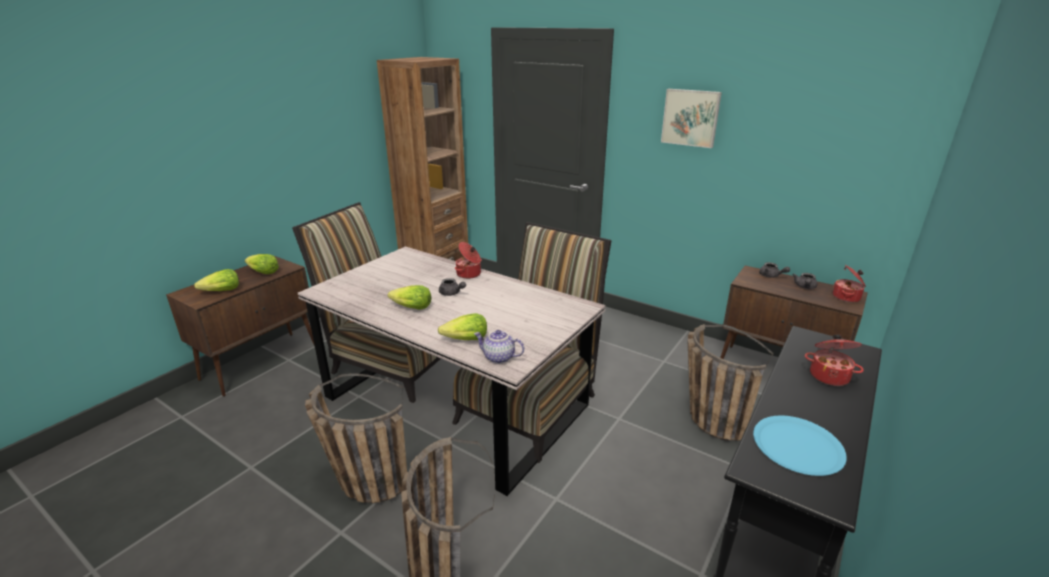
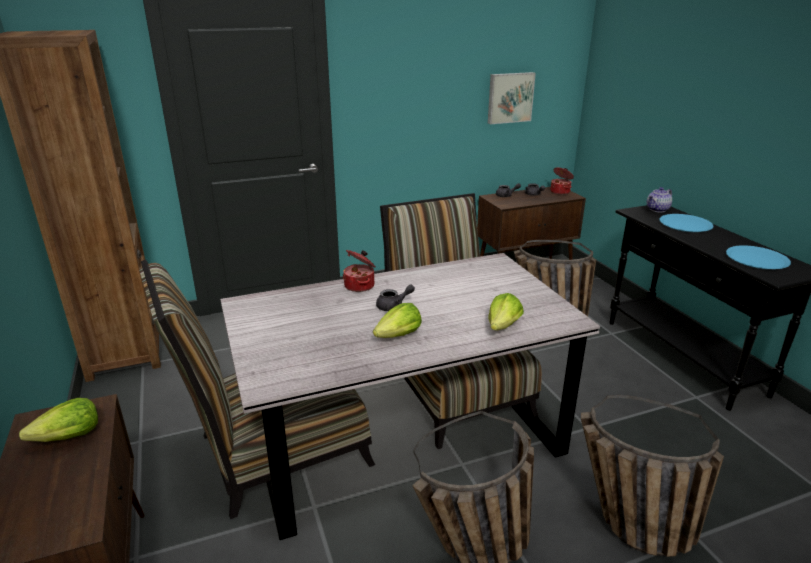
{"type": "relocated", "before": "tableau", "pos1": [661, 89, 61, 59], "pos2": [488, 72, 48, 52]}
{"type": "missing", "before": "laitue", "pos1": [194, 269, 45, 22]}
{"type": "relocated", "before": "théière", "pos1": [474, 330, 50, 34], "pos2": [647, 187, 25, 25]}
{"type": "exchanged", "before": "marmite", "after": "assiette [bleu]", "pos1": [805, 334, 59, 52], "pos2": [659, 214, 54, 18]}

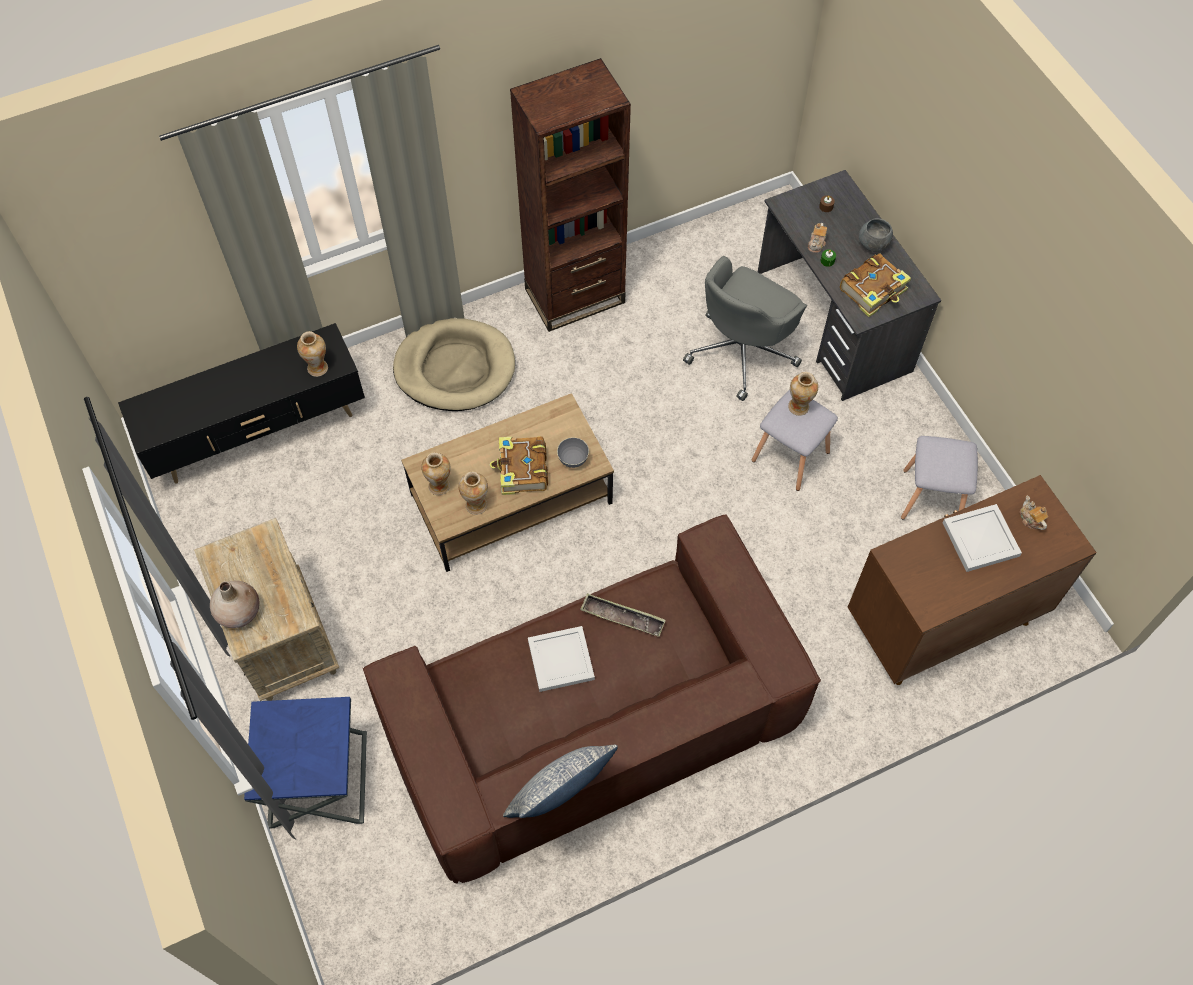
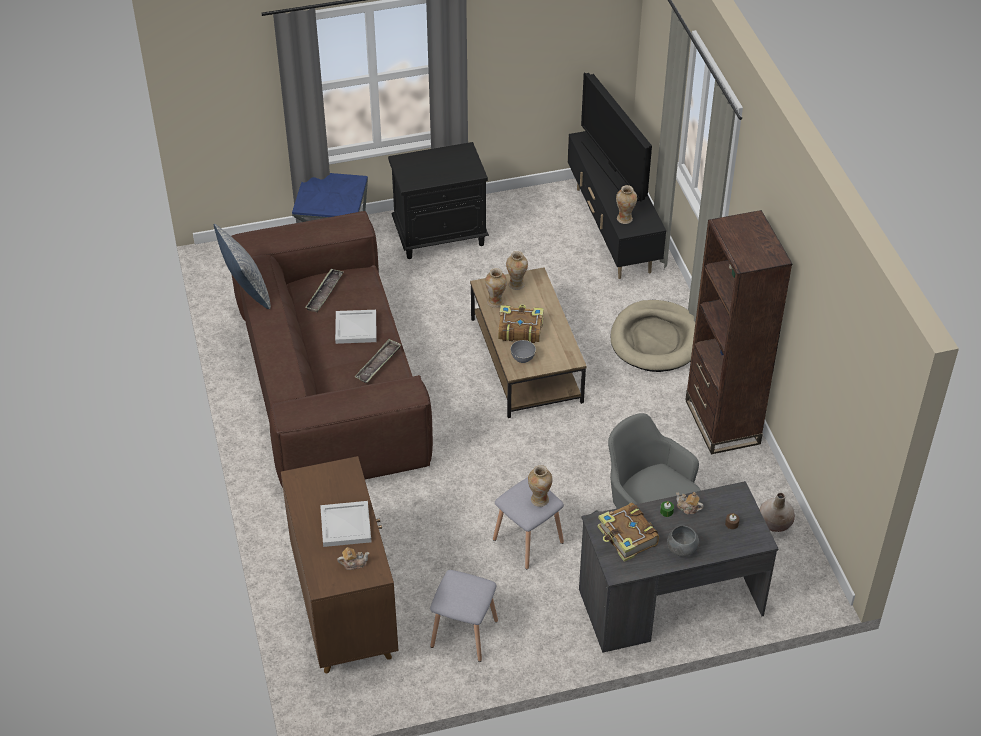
{"type": "colour", "before": "table de chevet [beige]", "after": "table de chevet [noir]", "pos1": [194, 518, 145, 183], "pos2": [388, 142, 101, 117]}
{"type": "relocated", "before": "vase [beige]", "pos1": [210, 581, 50, 47], "pos2": [759, 493, 36, 39]}
{"type": "appeared", "after": "téléviseur", "pos2": [581, 73, 71, 129]}
{"type": "appeared", "after": "plateau", "pos2": [305, 269, 39, 43]}

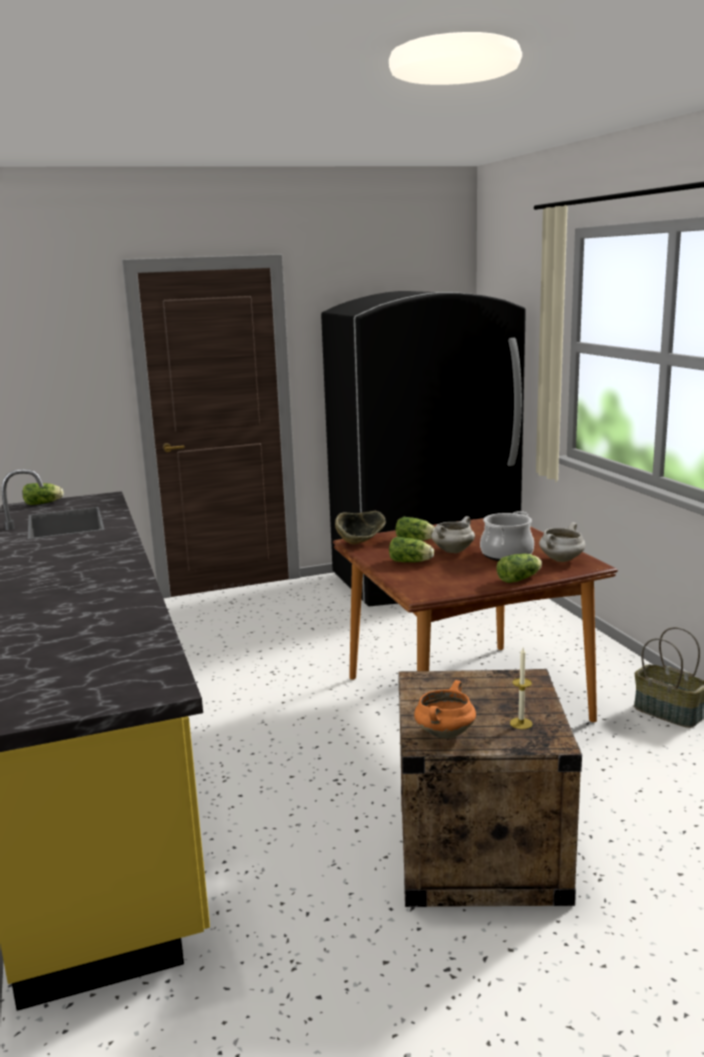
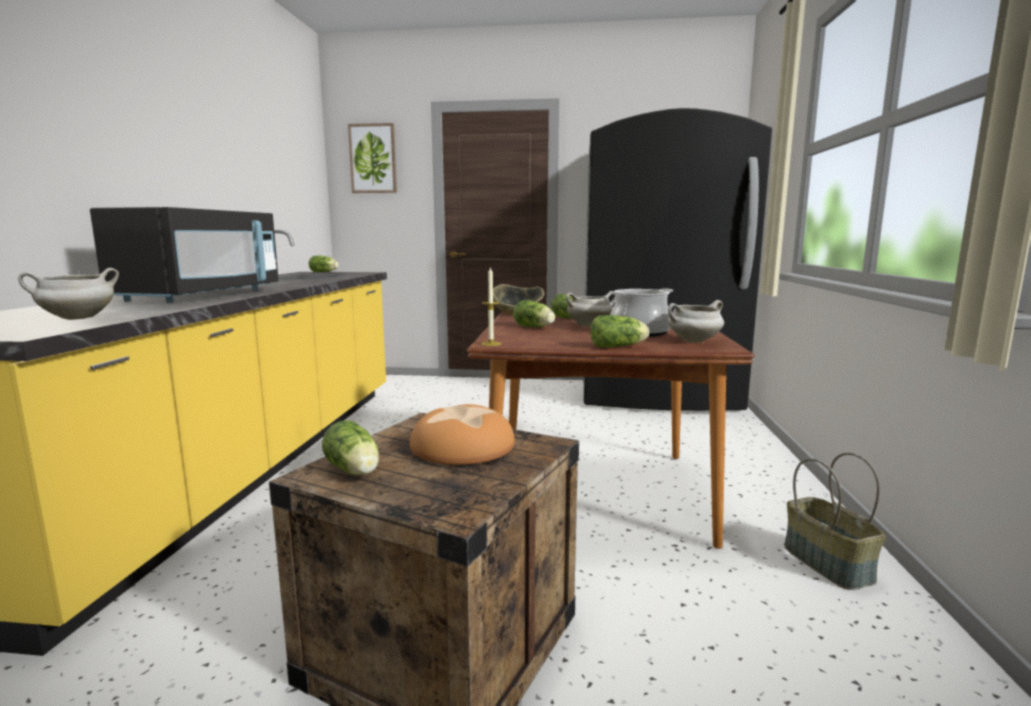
{"type": "relocated", "before": "bougie", "pos1": [510, 648, 23, 81], "pos2": [481, 267, 20, 79]}
{"type": "exchanged", "before": "marmite [orange]", "after": "laitue", "pos1": [414, 680, 62, 59], "pos2": [322, 420, 57, 55]}
{"type": "appeared", "after": "tableau", "pos2": [348, 123, 49, 70]}
{"type": "appeared", "after": "micro-ondes [noir]", "pos2": [90, 207, 189, 96]}
{"type": "appeared", "after": "marmite [blanc]", "pos2": [18, 268, 101, 52]}
{"type": "appeared", "after": "pain", "pos2": [410, 404, 105, 61]}

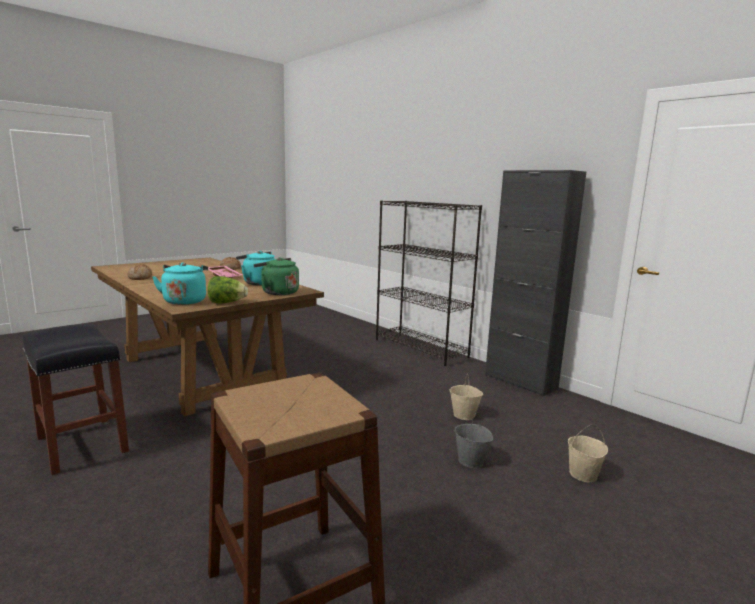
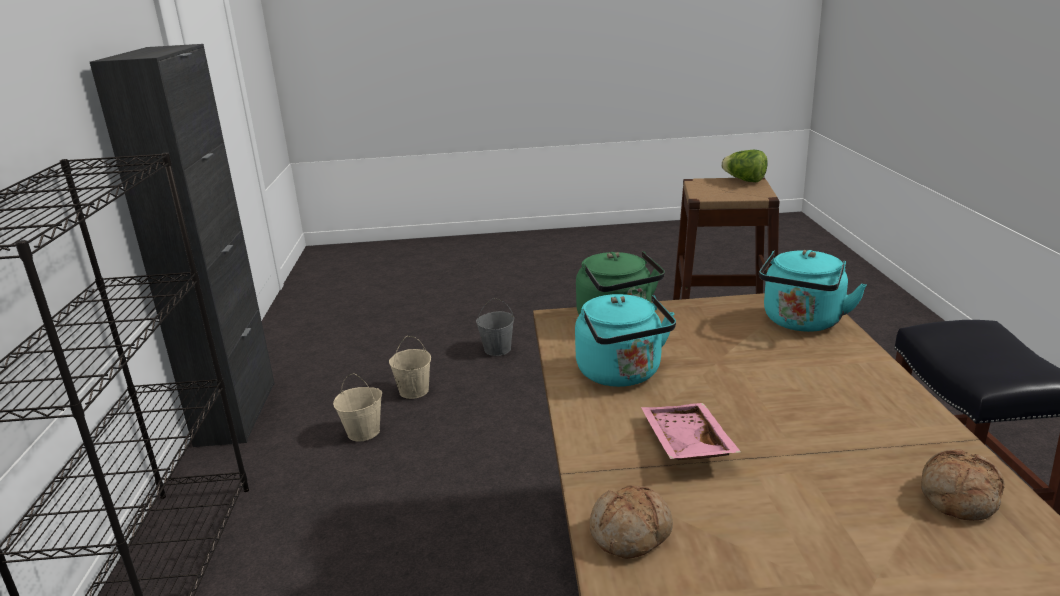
{"type": "relocated", "before": "laitue", "pos1": [208, 276, 40, 28], "pos2": [721, 150, 47, 32]}
{"type": "relocated", "before": "seau [beige]", "pos1": [568, 424, 40, 58], "pos2": [333, 373, 49, 69]}

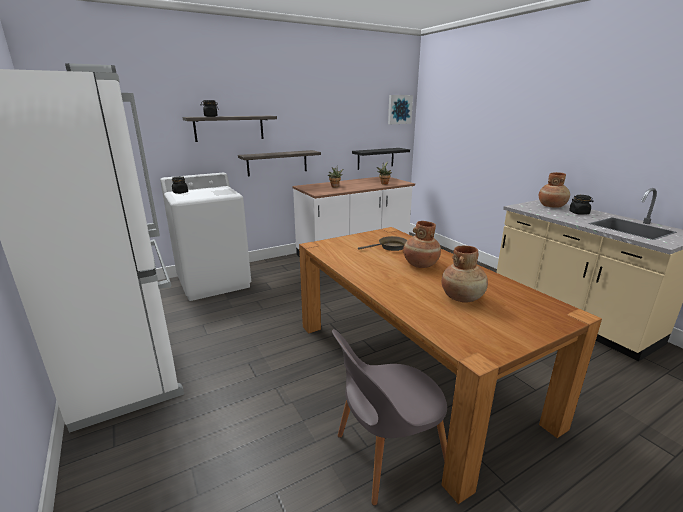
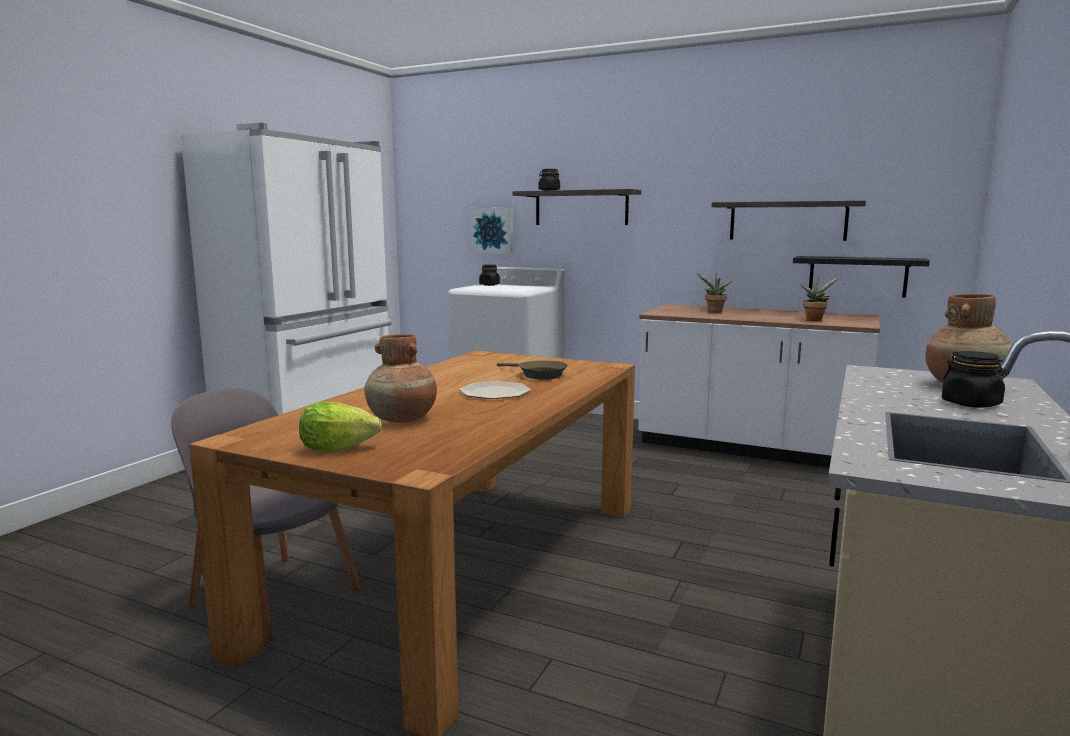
{"type": "relocated", "before": "tableau", "pos1": [388, 95, 25, 29], "pos2": [471, 207, 42, 47]}
{"type": "relocated", "before": "étagère", "pos1": [238, 150, 83, 27], "pos2": [711, 200, 155, 41]}
{"type": "exchanged", "before": "vase [marron]", "after": "assiette", "pos1": [403, 221, 38, 47], "pos2": [459, 381, 72, 18]}
{"type": "appeared", "after": "laitue", "pos2": [299, 401, 83, 50]}

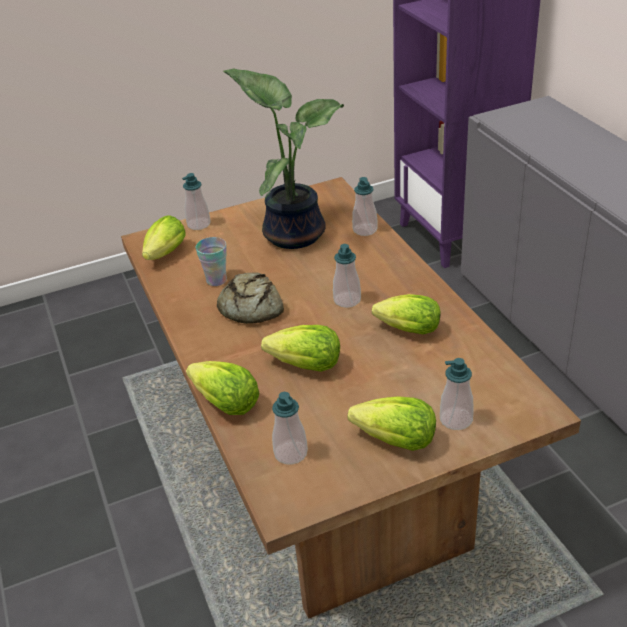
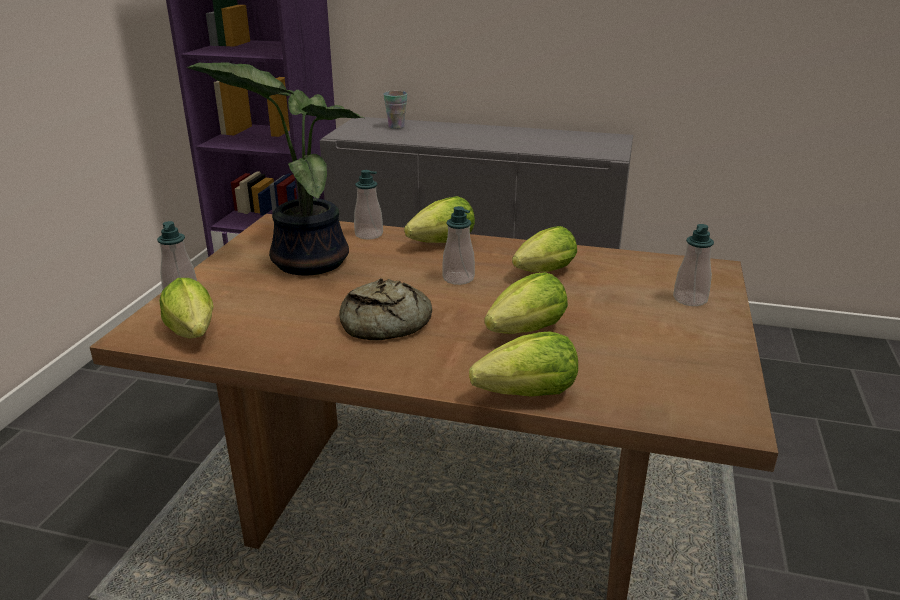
{"type": "relocated", "before": "tasse", "pos1": [196, 237, 31, 49], "pos2": [383, 91, 24, 38]}
{"type": "missing", "before": "distributeur de savon", "pos1": [272, 392, 36, 73]}
{"type": "relocated", "before": "laitue", "pos1": [348, 396, 88, 55], "pos2": [404, 196, 71, 47]}

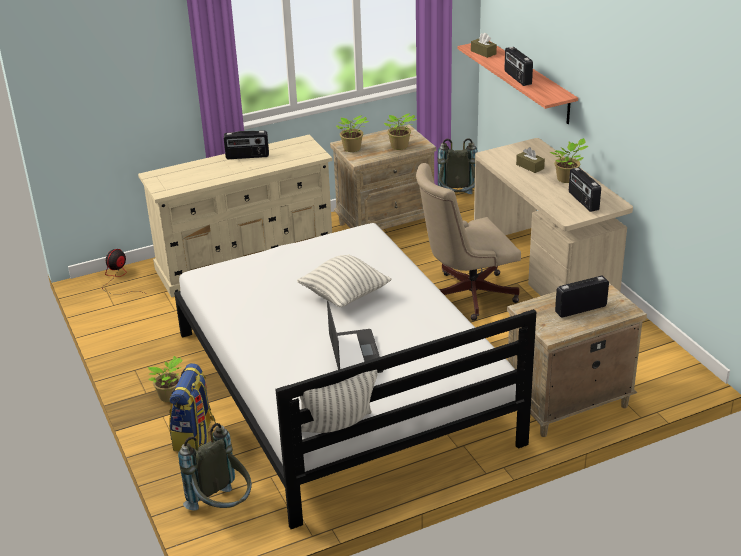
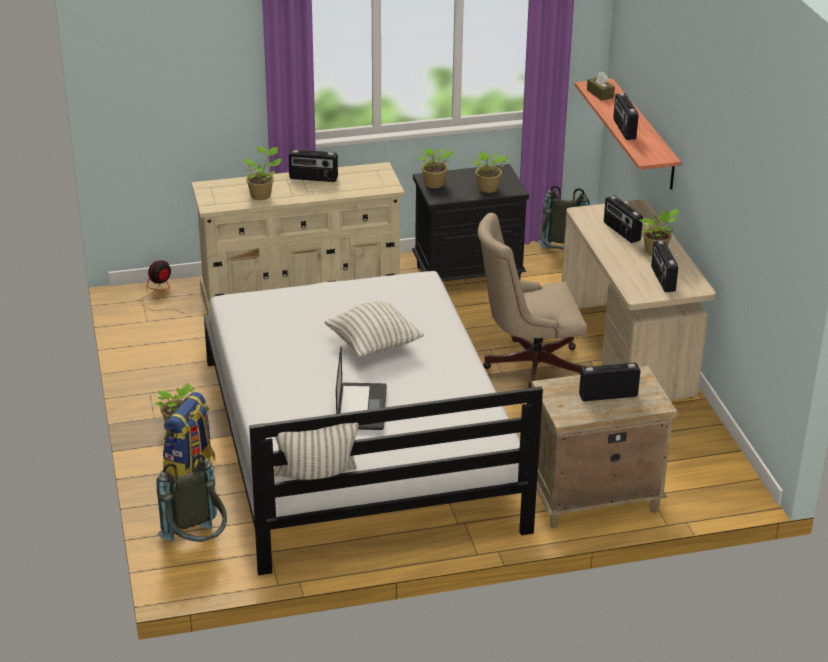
{"type": "colour", "before": "table de chevet [beige]", "after": "table de chevet [noir]", "pos1": [330, 124, 106, 106], "pos2": [412, 164, 117, 118]}
{"type": "exchanged", "before": "boîte à mouchoirs [marron]", "after": "radio", "pos1": [516, 147, 29, 26], "pos2": [604, 196, 39, 47]}
{"type": "appeared", "after": "plante en pot", "pos2": [242, 146, 40, 54]}

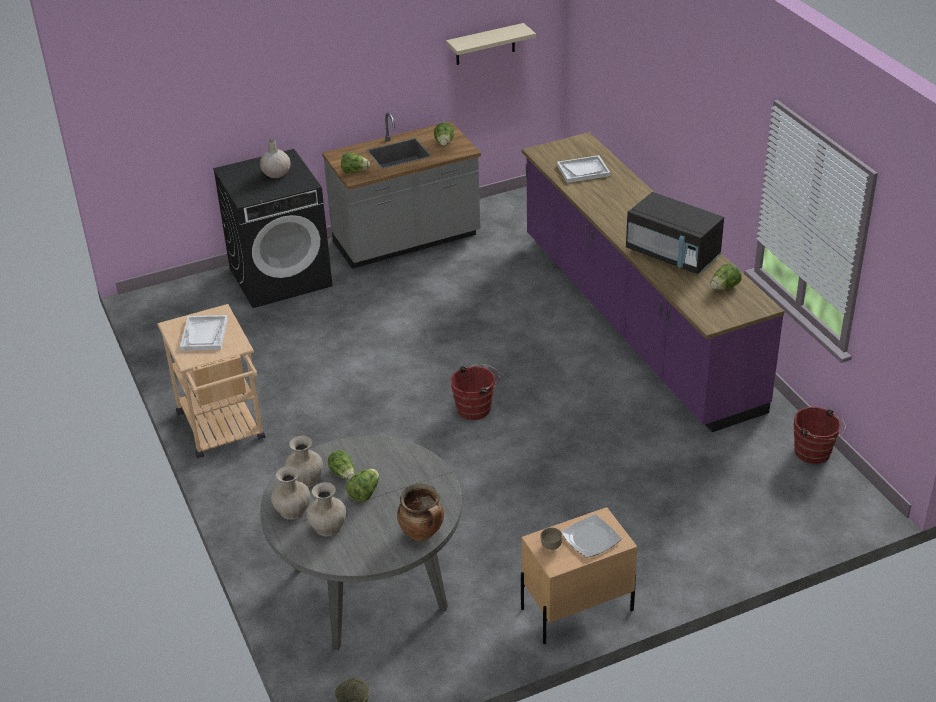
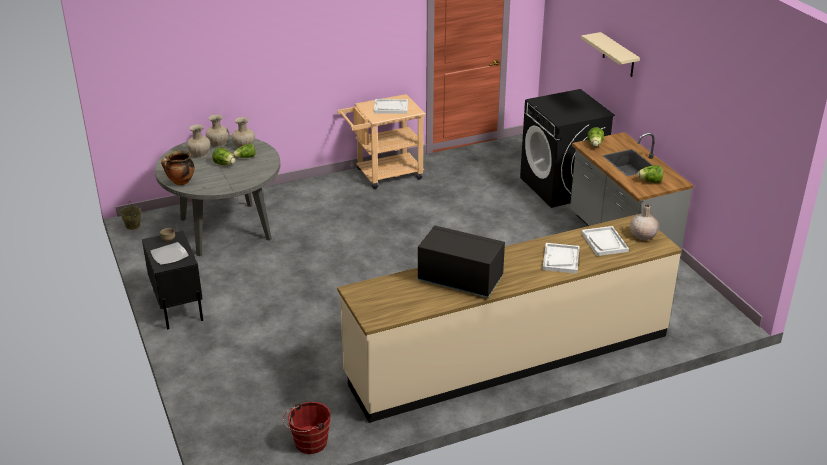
{"type": "relocated", "before": "étagère [beige]", "pos1": [446, 23, 90, 42], "pos2": [581, 32, 59, 45]}
{"type": "colour", "before": "comptoir de cuisine [violet]", "after": "comptoir de cuisine [beige]", "pos1": [522, 132, 263, 300], "pos2": [337, 214, 345, 209]}
{"type": "relocated", "before": "vase [beige]", "pos1": [260, 139, 31, 39], "pos2": [630, 204, 29, 37]}
{"type": "spun", "before": "micro-ondes [noir]", "pos1": [626, 192, 98, 82], "pos2": [417, 225, 88, 72], "turn": 75}
{"type": "missing", "before": "laitue", "pos1": [711, 264, 30, 26]}
{"type": "missing", "before": "seau [rouge]", "pos1": [450, 364, 50, 56]}
{"type": "colour", "before": "table de chevet [beige]", "after": "table de chevet [noir]", "pos1": [521, 507, 116, 137], "pos2": [142, 231, 61, 98]}
{"type": "appeared", "after": "plateau [blanc]", "pos2": [542, 243, 38, 31]}

